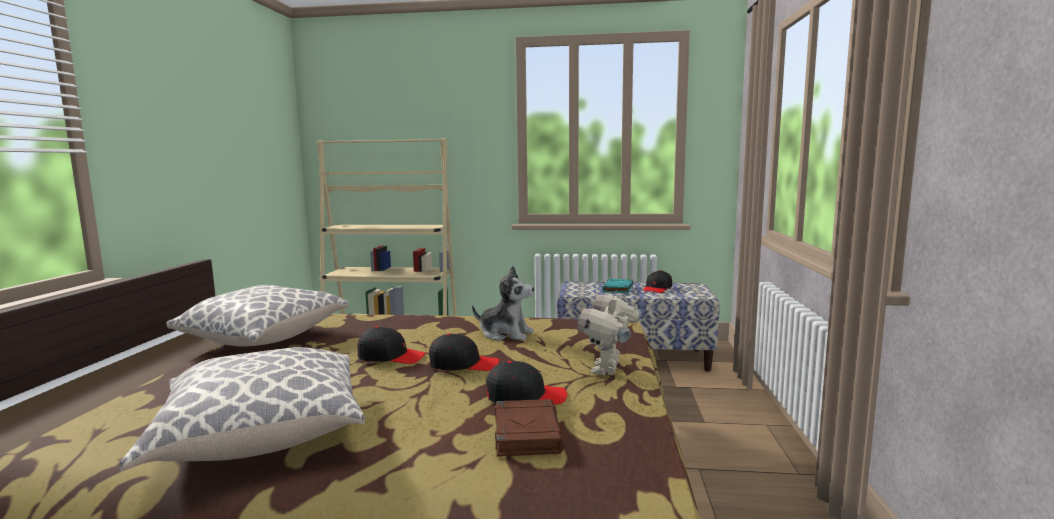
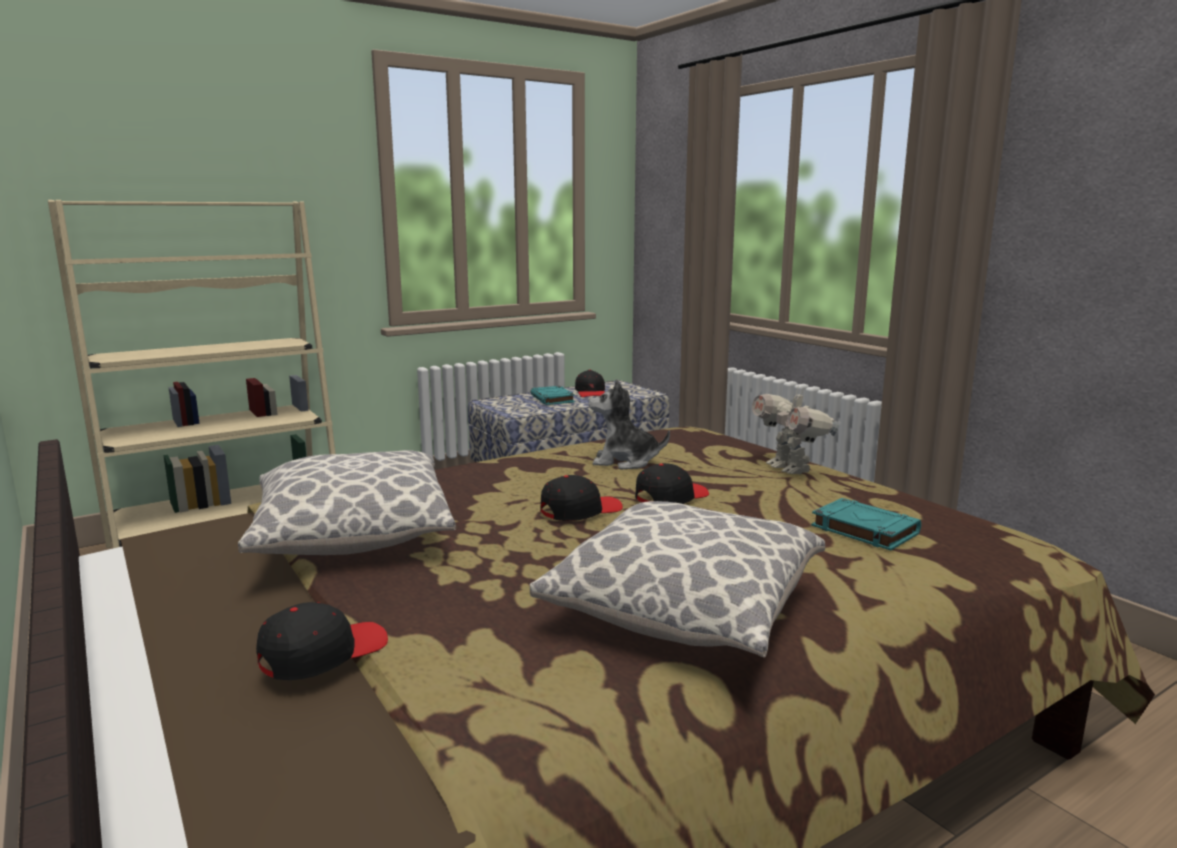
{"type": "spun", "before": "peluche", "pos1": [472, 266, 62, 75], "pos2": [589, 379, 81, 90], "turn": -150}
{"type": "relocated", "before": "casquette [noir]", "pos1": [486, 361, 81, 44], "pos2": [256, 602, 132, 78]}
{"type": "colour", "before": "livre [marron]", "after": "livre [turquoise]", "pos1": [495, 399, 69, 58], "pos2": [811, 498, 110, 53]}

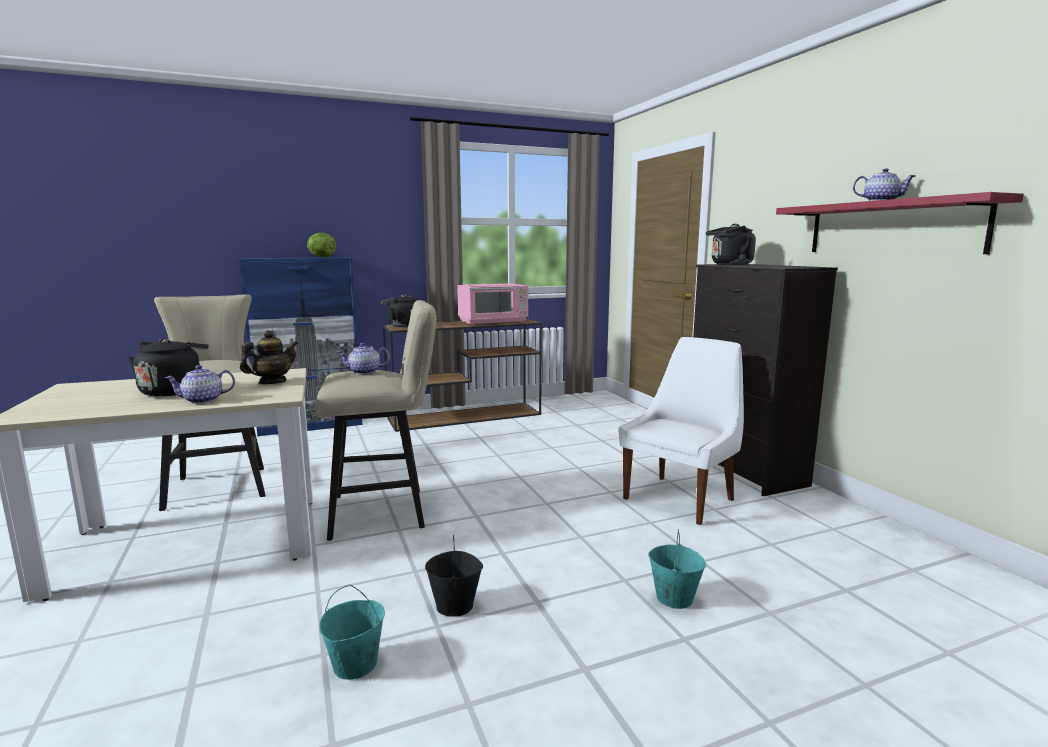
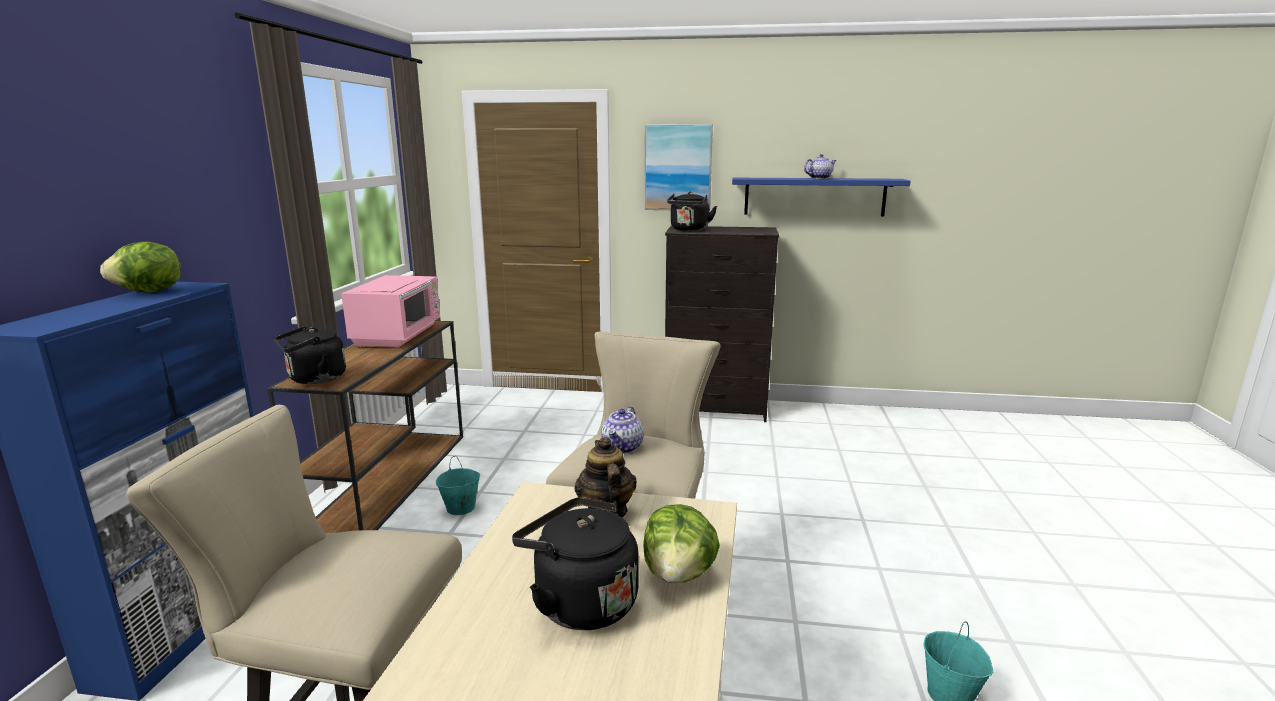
{"type": "colour", "before": "étagère [rouge]", "after": "étagère [bleu]", "pos1": [776, 192, 248, 62], "pos2": [732, 178, 179, 38]}
{"type": "missing", "before": "chaise [blanc]", "pos1": [619, 337, 125, 188]}
{"type": "exchanged", "before": "théière", "after": "laitue", "pos1": [165, 365, 70, 39], "pos2": [643, 504, 77, 79]}
{"type": "relocated", "before": "seau [turquoise]", "pos1": [648, 529, 58, 80], "pos2": [436, 456, 44, 59]}
{"type": "missing", "before": "seau [noir]", "pos1": [425, 535, 58, 82]}
{"type": "appeared", "after": "tableau", "pos2": [644, 124, 69, 87]}

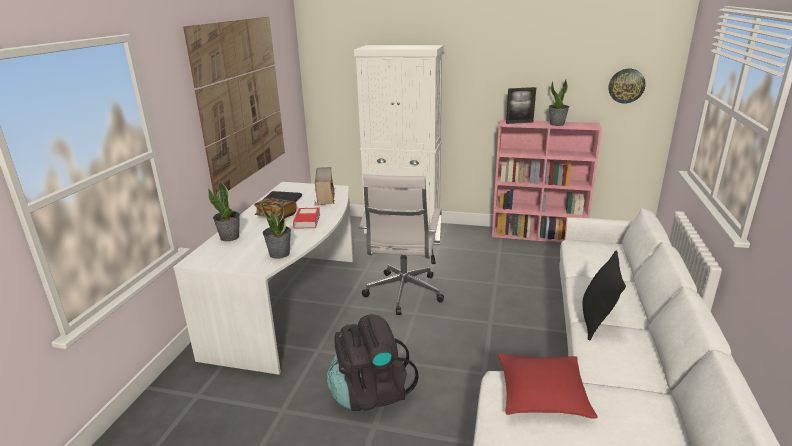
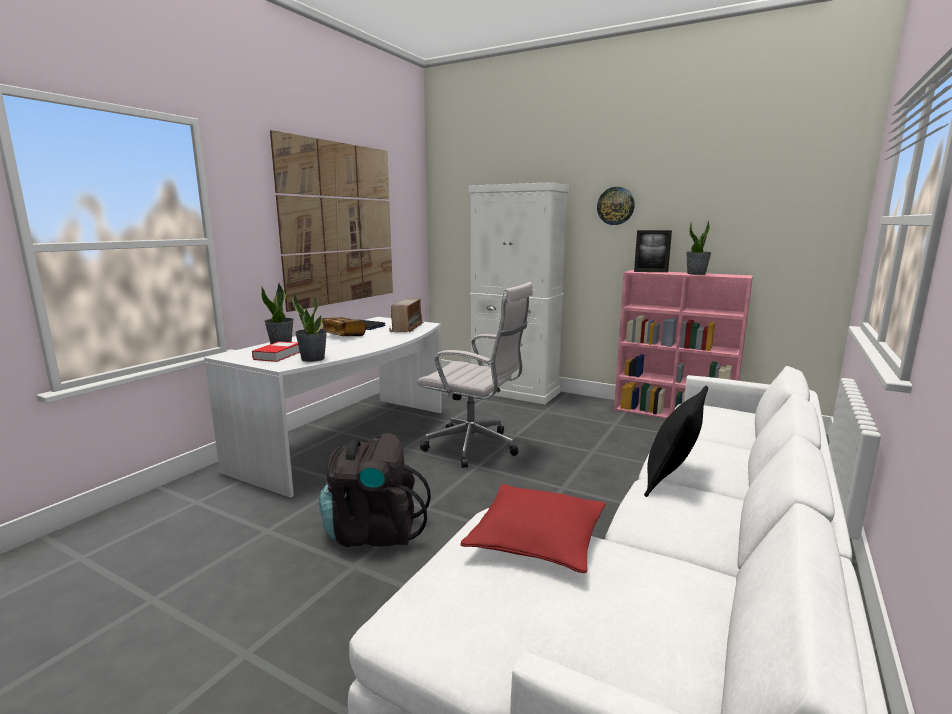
{"type": "relocated", "before": "horloge murale", "pos1": [608, 69, 38, 34], "pos2": [597, 187, 38, 38]}
{"type": "spun", "before": "chaise de bureau [blanc]", "pos1": [359, 174, 85, 141], "pos2": [417, 282, 116, 186], "turn": -90}
{"type": "relocated", "before": "livre", "pos1": [293, 208, 27, 21], "pos2": [252, 341, 48, 21]}

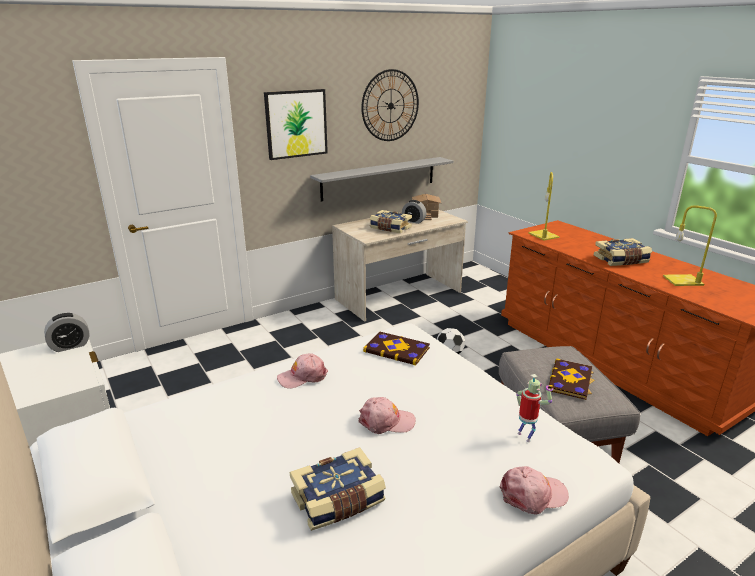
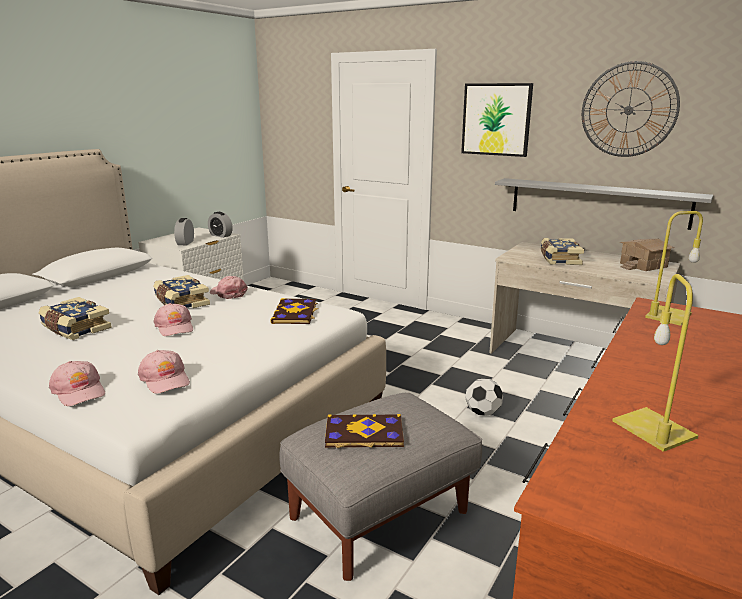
{"type": "relocated", "before": "réveil", "pos1": [402, 200, 25, 24], "pos2": [174, 218, 20, 27]}
{"type": "relocated", "before": "livre", "pos1": [594, 238, 58, 28], "pos2": [153, 275, 57, 33]}
{"type": "exchanged", "before": "robot jouet", "after": "casquette [rose]", "pos1": [516, 374, 37, 68], "pos2": [138, 350, 52, 44]}

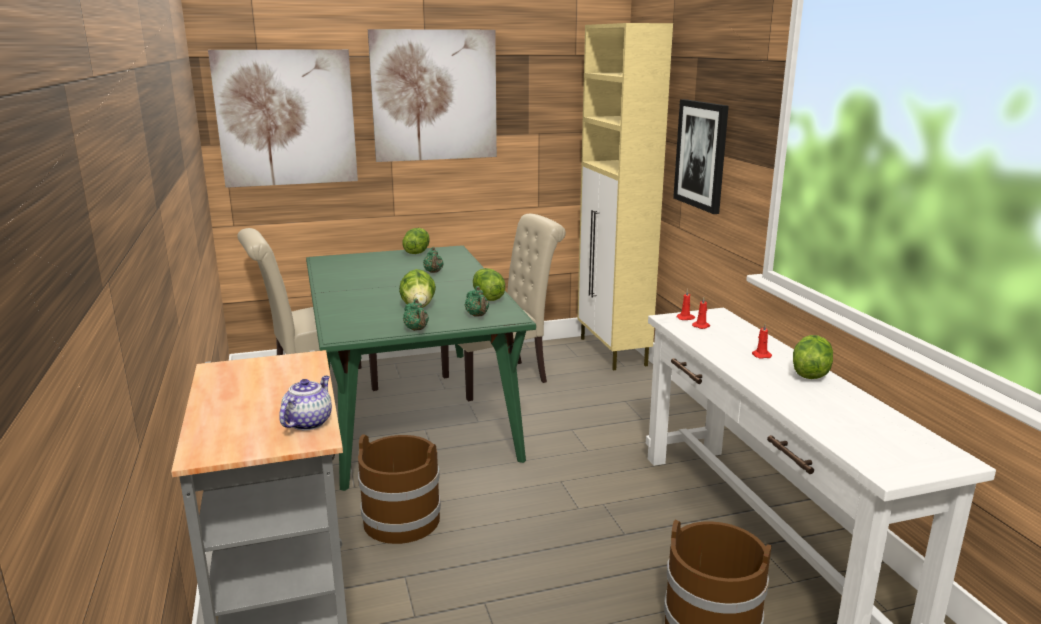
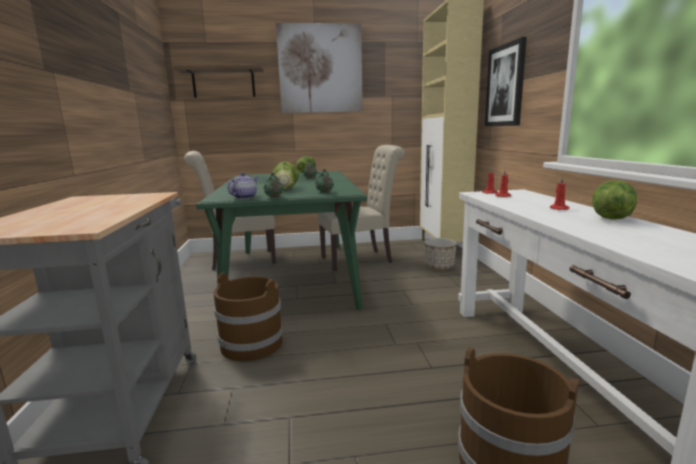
{"type": "exchanged", "before": "tableau", "after": "étagère", "pos1": [208, 49, 150, 139], "pos2": [173, 65, 91, 33]}
{"type": "missing", "before": "laitue", "pos1": [473, 268, 32, 33]}
{"type": "relocated", "before": "théière", "pos1": [279, 376, 53, 54], "pos2": [227, 173, 31, 26]}
{"type": "appeared", "after": "cache-pot", "pos2": [424, 238, 33, 32]}

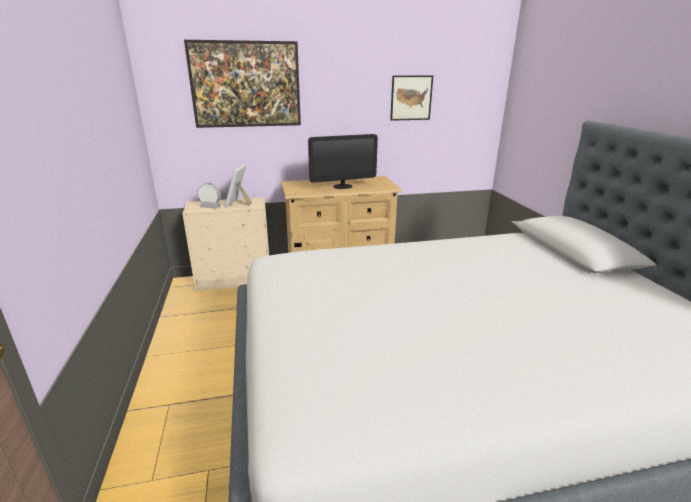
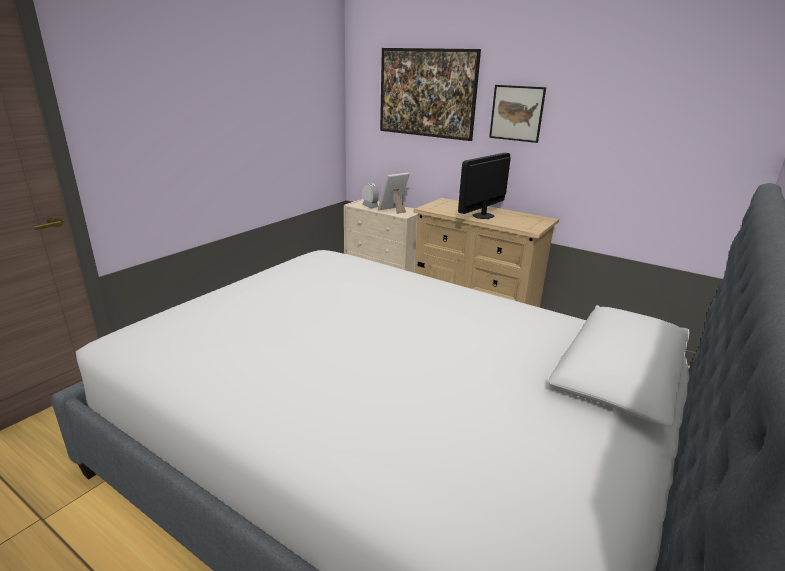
{"type": "relocated", "before": "tableau", "pos1": [390, 76, 43, 45], "pos2": [489, 85, 57, 58]}
{"type": "spun", "before": "écran d'ordinateur", "pos1": [308, 134, 70, 55], "pos2": [458, 153, 53, 66], "turn": 105}

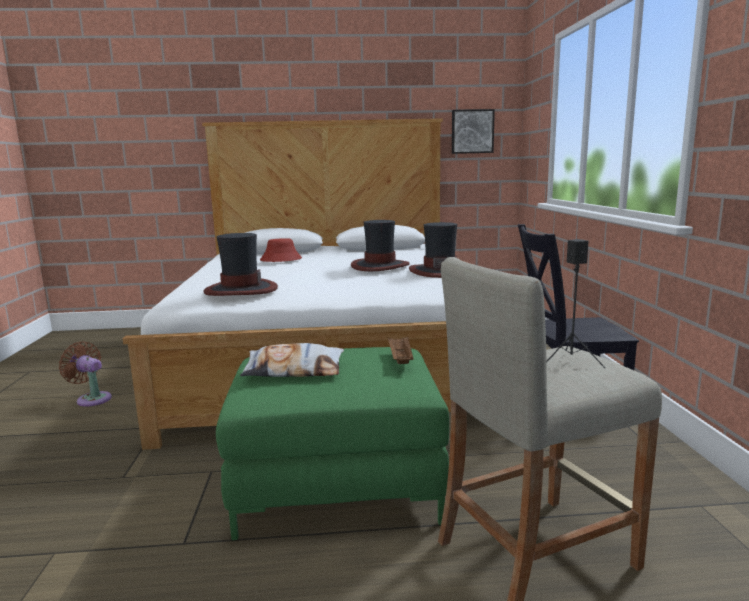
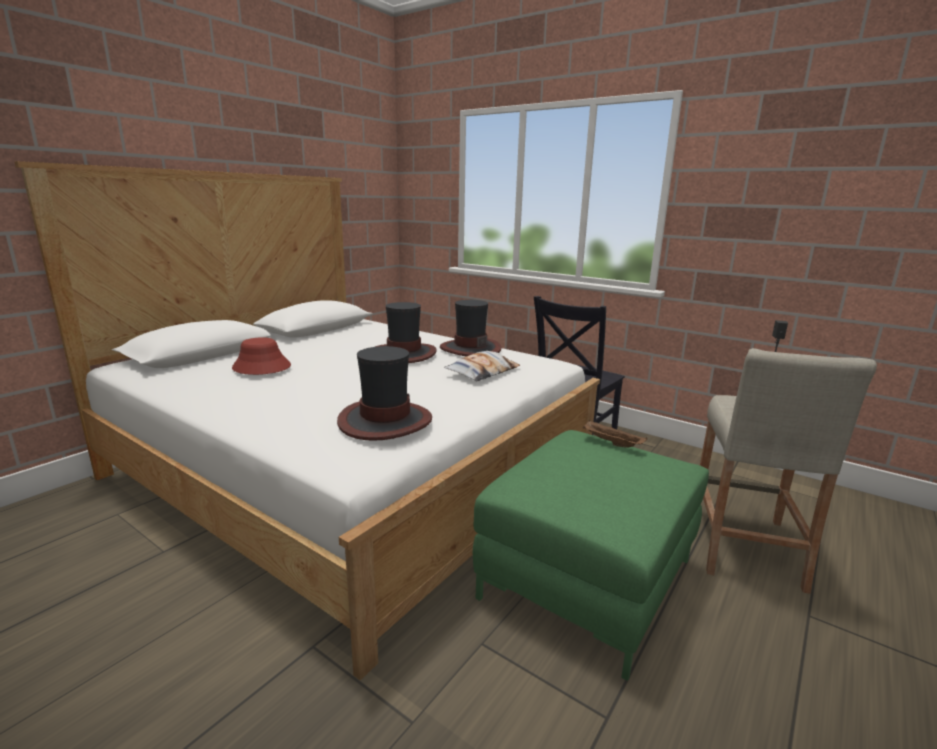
{"type": "missing", "before": "tableau", "pos1": [452, 109, 43, 45]}
{"type": "missing", "before": "ventilateur [marron]", "pos1": [59, 342, 53, 65]}
{"type": "relocated", "before": "coussin", "pos1": [240, 343, 104, 34], "pos2": [444, 351, 76, 31]}

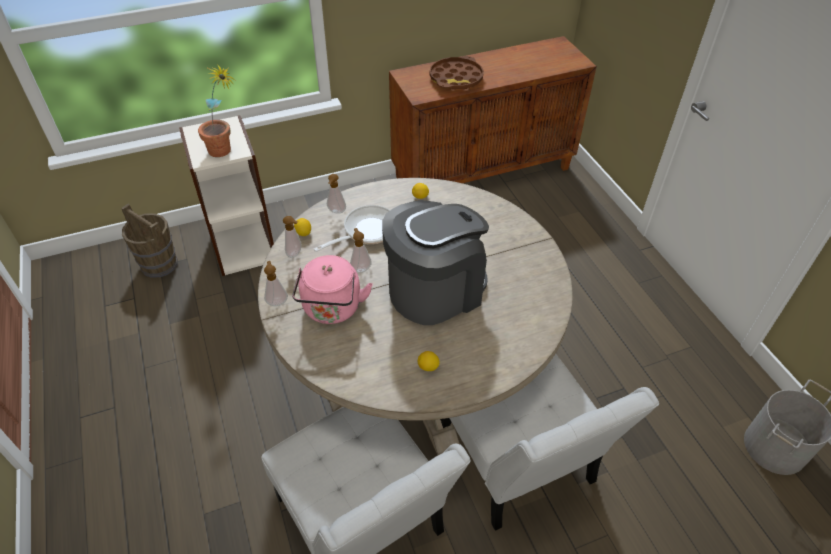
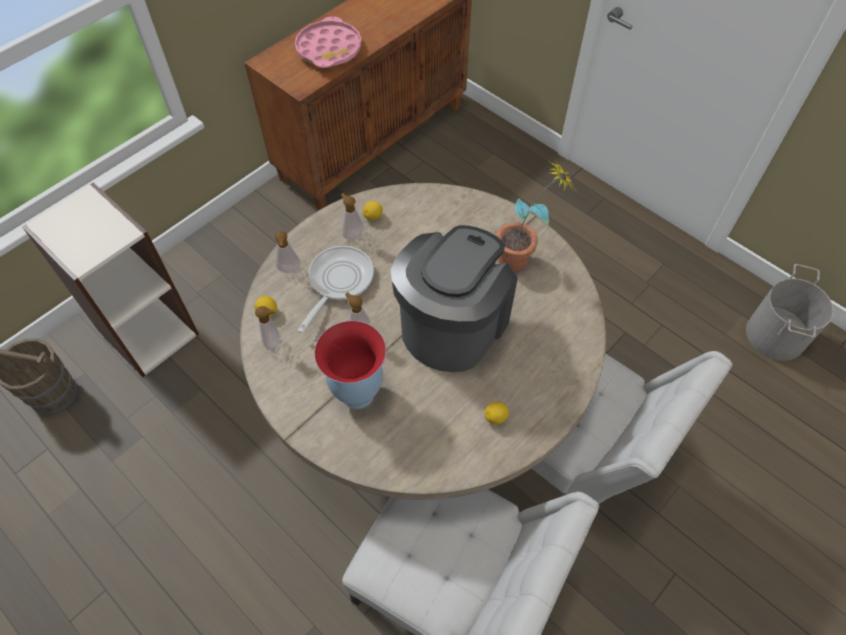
{"type": "colour", "before": "plateau [marron]", "after": "plateau [rose]", "pos1": [429, 56, 55, 34], "pos2": [295, 17, 67, 51]}
{"type": "relocated", "before": "plante en pot", "pos1": [198, 64, 37, 93], "pos2": [496, 160, 78, 112]}
{"type": "exchanged", "before": "bouilloire [rose]", "after": "vase", "pos1": [292, 255, 81, 69], "pos2": [314, 321, 72, 88]}
{"type": "relocated", "before": "distributeur de savon", "pos1": [264, 261, 24, 45], "pos2": [341, 193, 23, 47]}

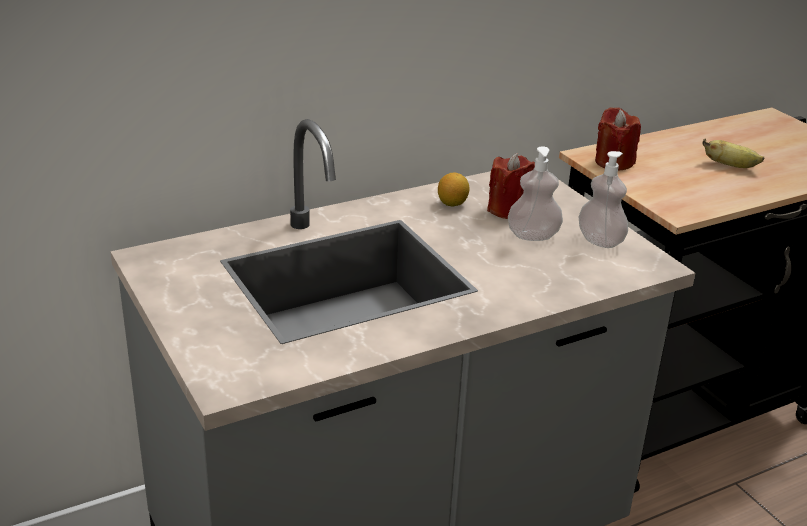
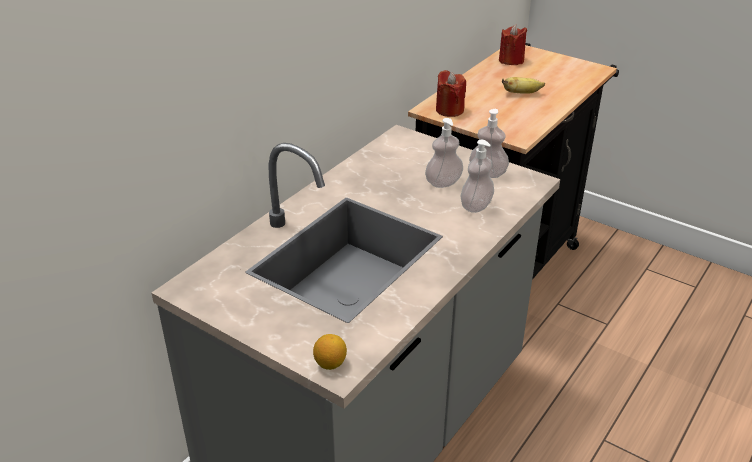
{"type": "relocated", "before": "bougie [rouge]", "pos1": [487, 153, 48, 66], "pos2": [499, 25, 28, 40]}
{"type": "relocated", "before": "citron", "pos1": [438, 172, 32, 34], "pos2": [313, 334, 34, 36]}
{"type": "appeared", "after": "distributeur de savon", "pos2": [461, 140, 33, 73]}

